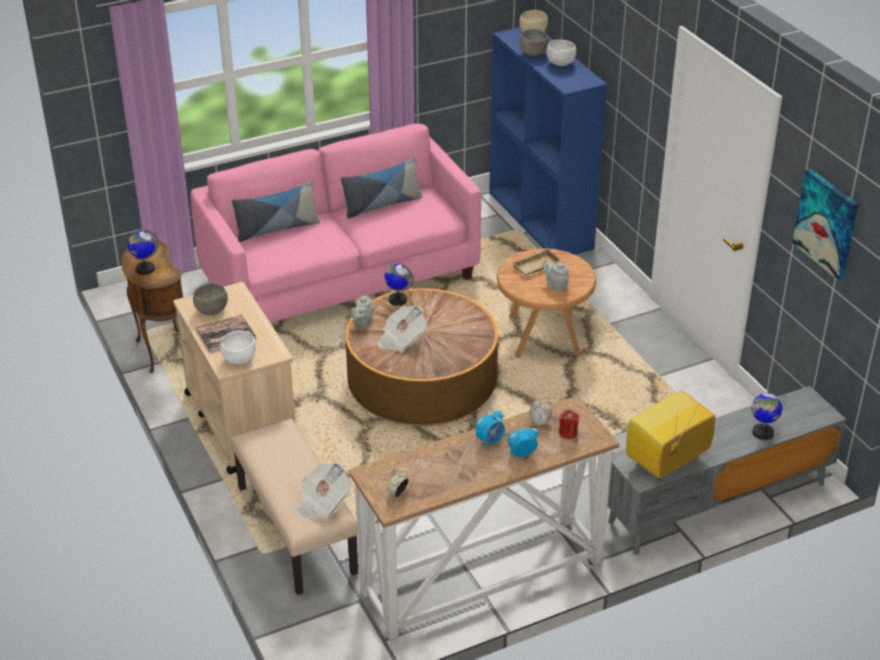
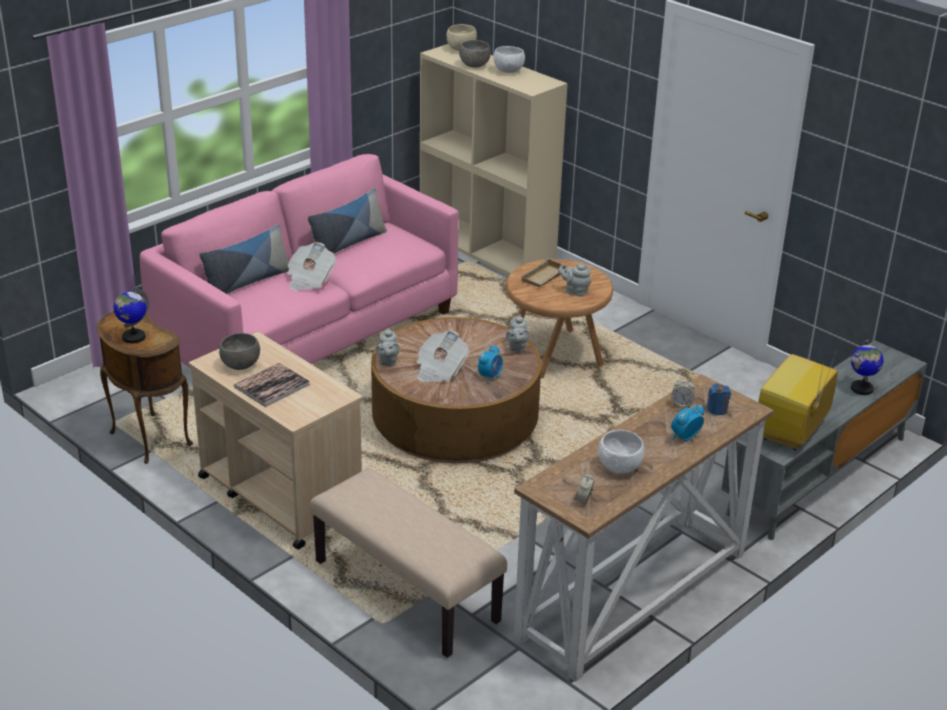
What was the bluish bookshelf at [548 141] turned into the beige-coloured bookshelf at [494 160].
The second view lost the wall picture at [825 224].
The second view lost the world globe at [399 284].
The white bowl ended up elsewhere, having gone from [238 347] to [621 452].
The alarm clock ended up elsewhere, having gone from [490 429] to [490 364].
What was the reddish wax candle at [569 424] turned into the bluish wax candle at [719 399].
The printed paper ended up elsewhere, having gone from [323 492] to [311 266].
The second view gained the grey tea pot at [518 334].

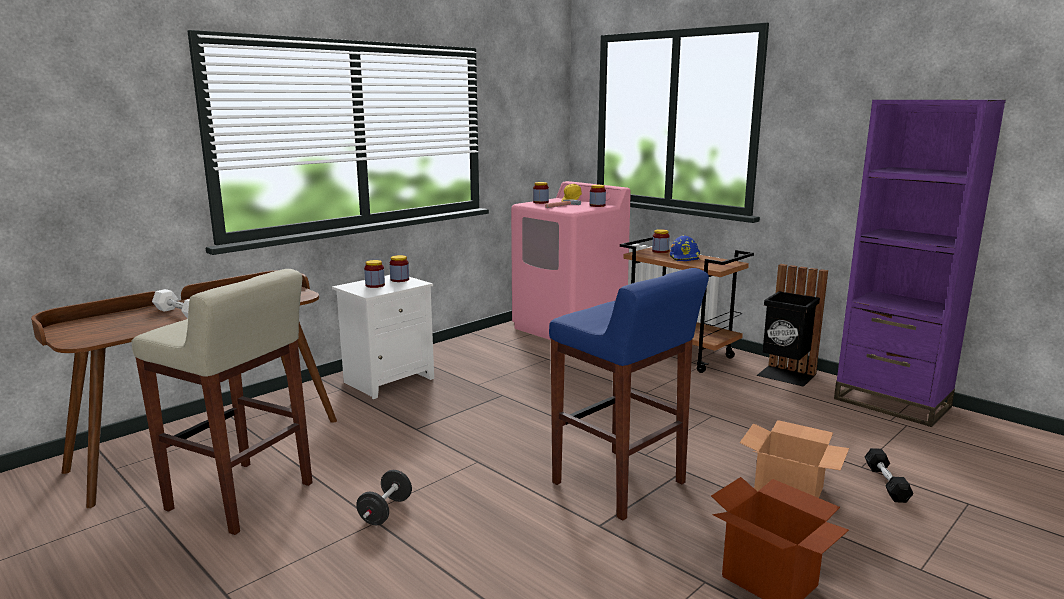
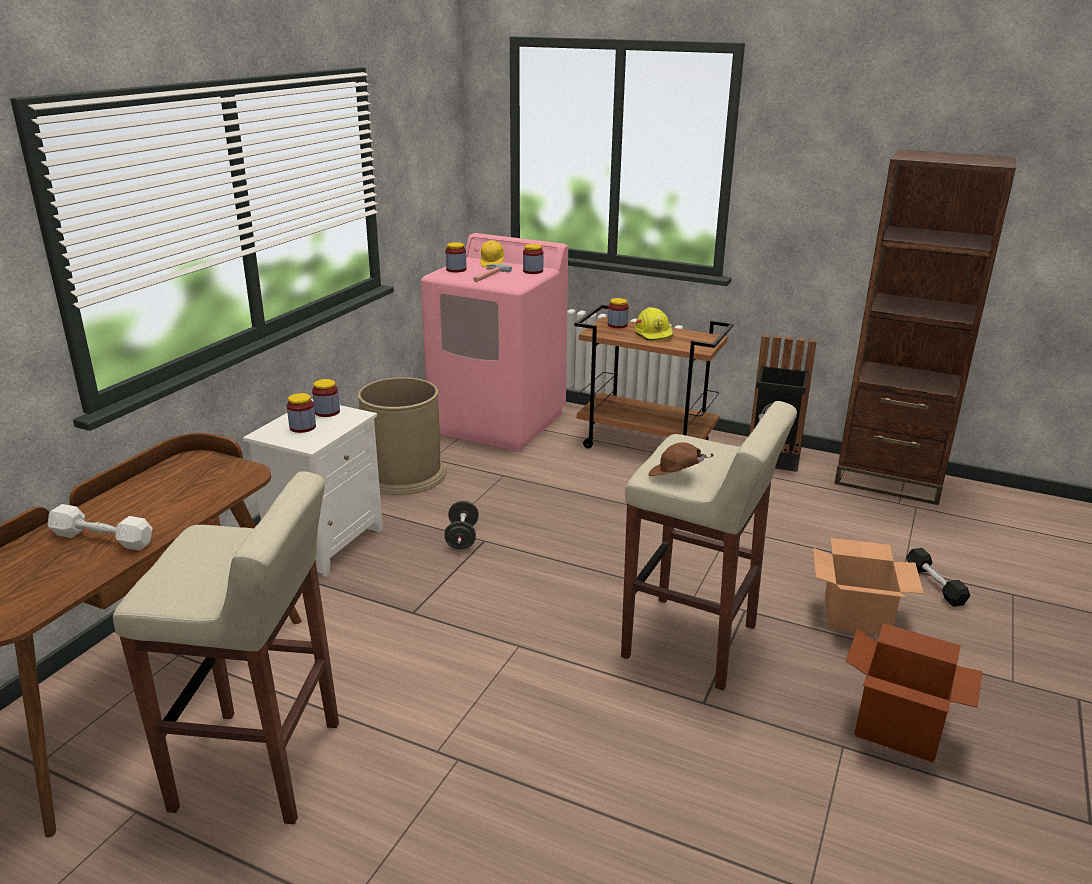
What was the purple-coloured bookshelf at [920 263] turned into the brownish bookshelf at [925 327].
What was the bluish work helmet at [685 248] turned into the yellowish work helmet at [654 324].
What was the bluish stool at [629 394] turned into the beige-coloured stool at [709 546].
The black-coloured dumbbell ended up elsewhere, having gone from [384 497] to [461 525].
The second view gained the brownish trash can at [402 436].
The second view gained the brownish cap at [681 459].

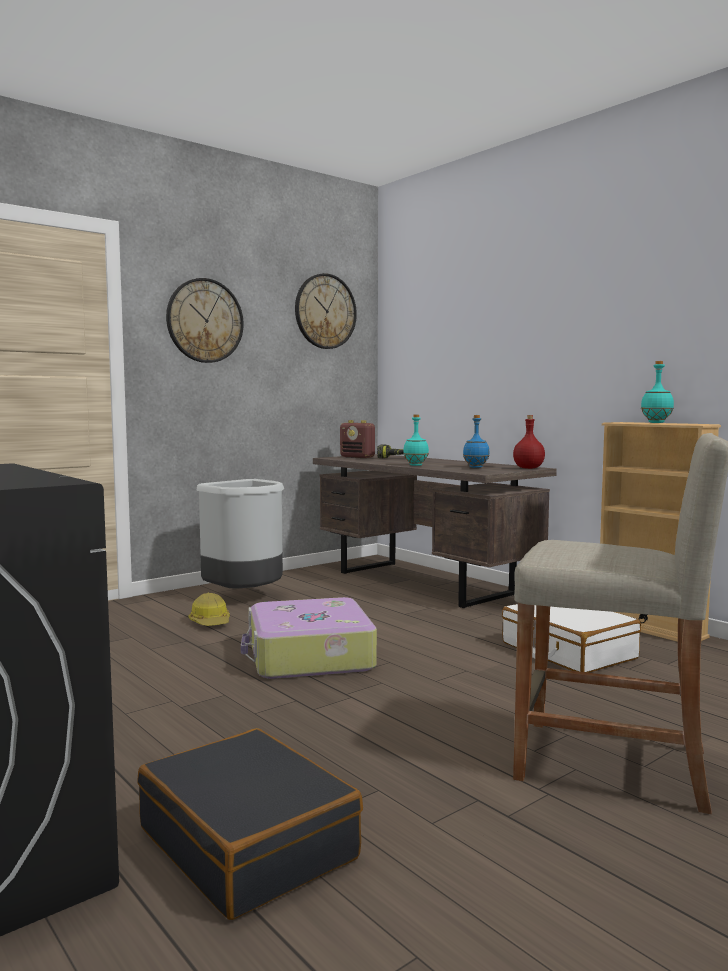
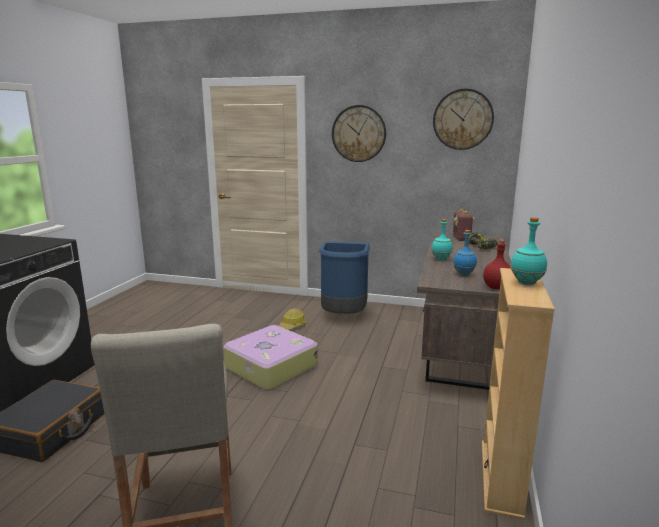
What was the grey trash can at [240 534] turned into the bluish trash can at [344 277].
The second view lost the white travel case at [571 638].

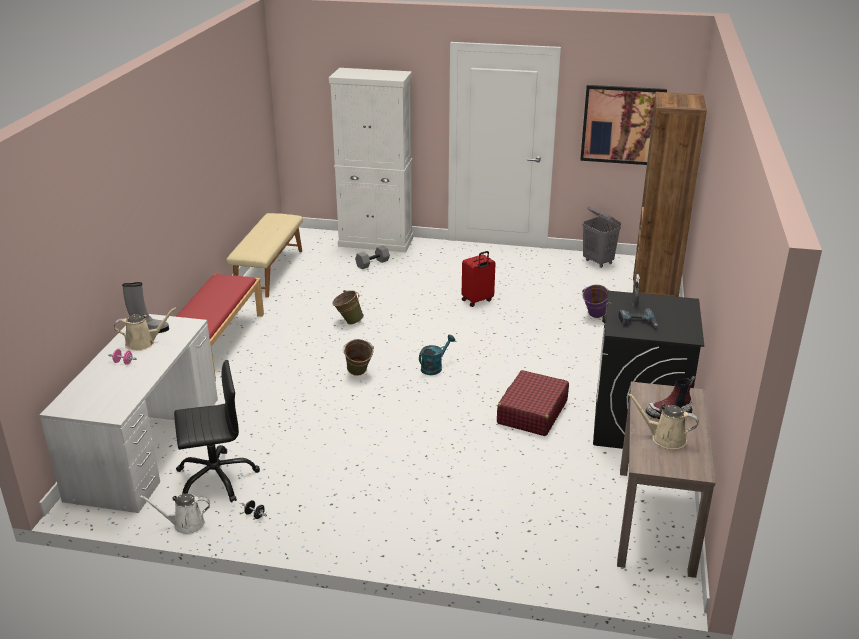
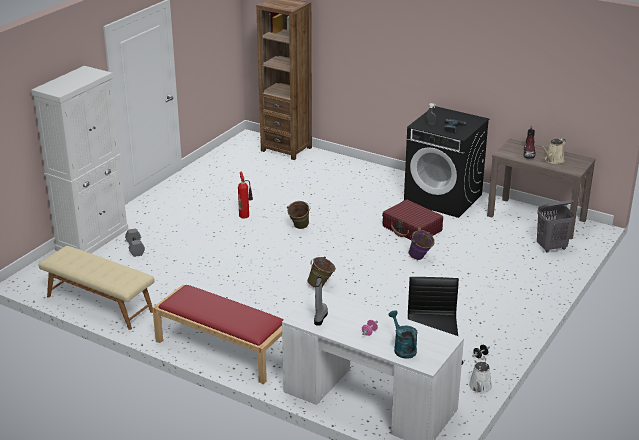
The second view lost the wall picture at [623 125].
The grey hamper ended up elsewhere, having gone from [601 237] to [556 226].
Where the reddish travel case stood at [479 279], the fire extinguisher came to stand at [245 195].
The purple-coloured bucket ended up elsewhere, having gone from [595 301] to [422 245].
The green bucket ended up elsewhere, having gone from [348 307] to [298 215].
The second view lost the beige-coloured watering can at [145 329].
The blue-green watering can ended up elsewhere, having gone from [437 355] to [403 334].

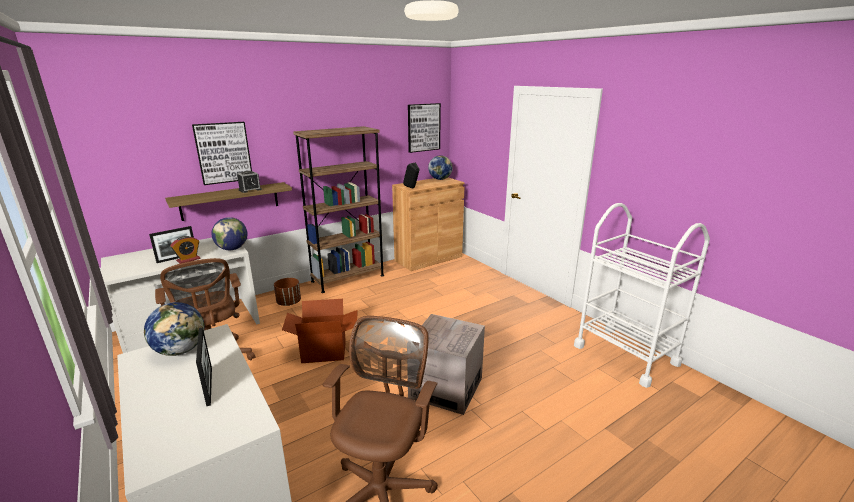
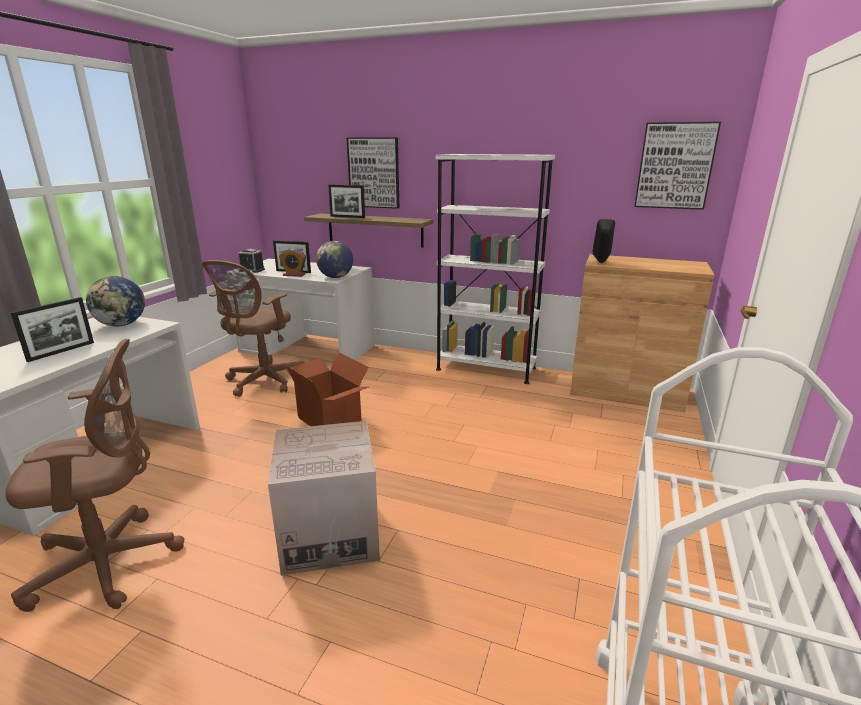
What was the brownish bookshelf at [338 209] turned into the white bookshelf at [495 269].
The second view lost the world globe at [440 167].
The alarm clock ended up elsewhere, having gone from [249 182] to [251 261].
The second view lost the brownish planter at [287 292].
The second view gained the standing frame at [346 201].

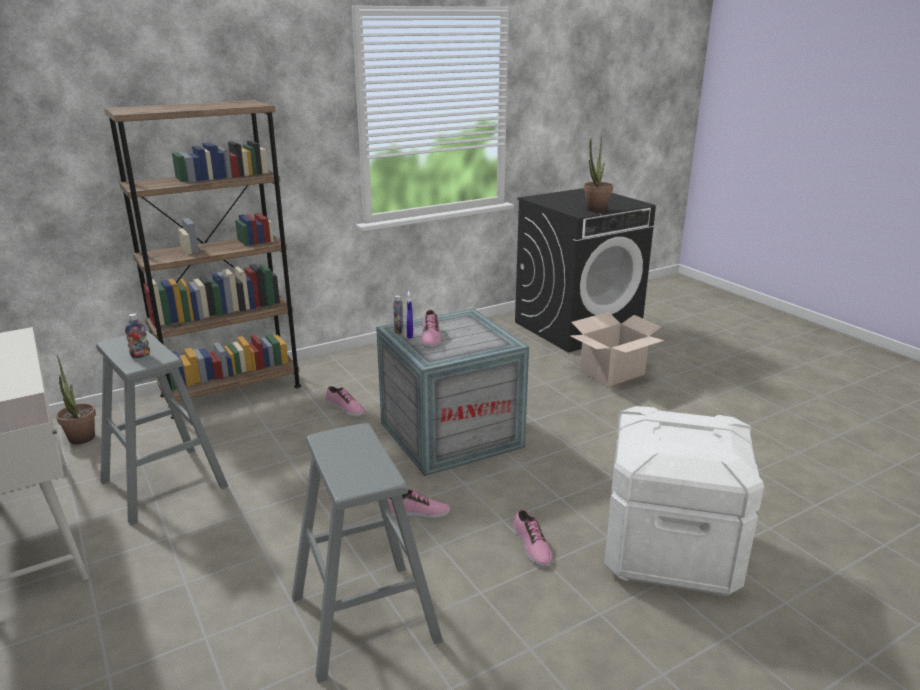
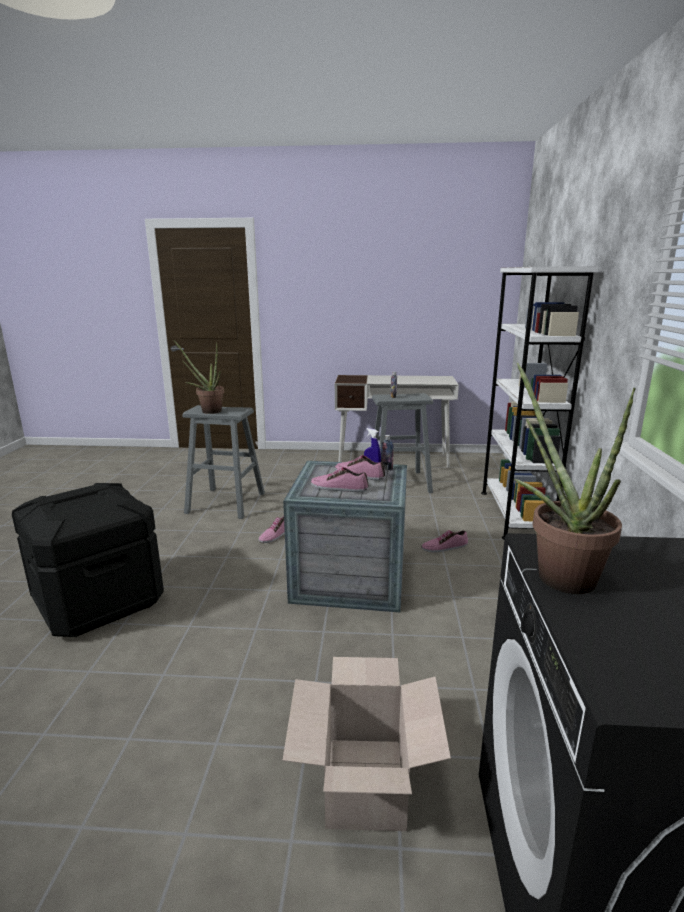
What was the brownish bookshelf at [202 259] turned into the white bookshelf at [539 402].
The plant in a pot ended up elsewhere, having gone from [76 399] to [199 377].
What was the white storage box at [684 501] turned into the black-coloured storage box at [88 560].
The item of footwear ended up elsewhere, having gone from [532 538] to [340 479].

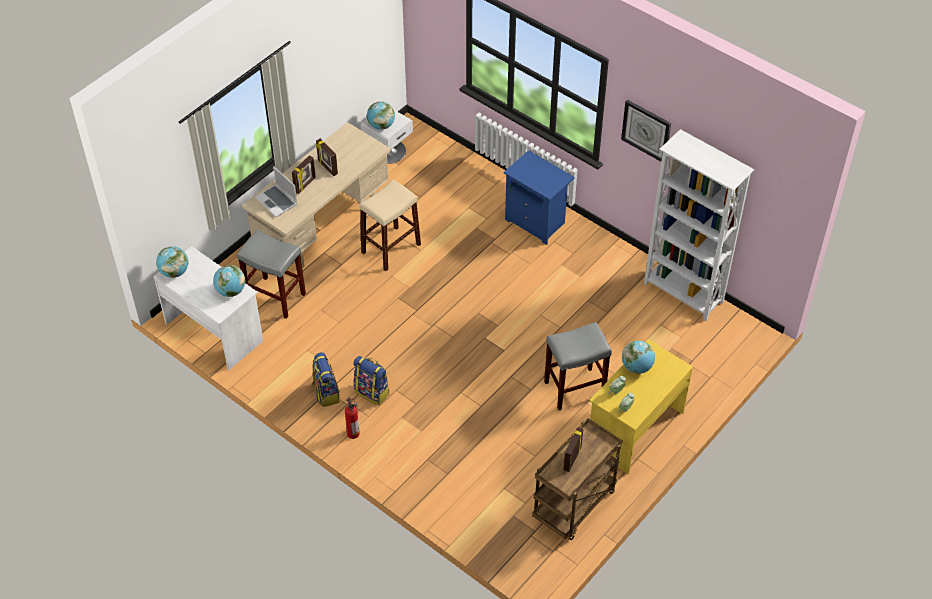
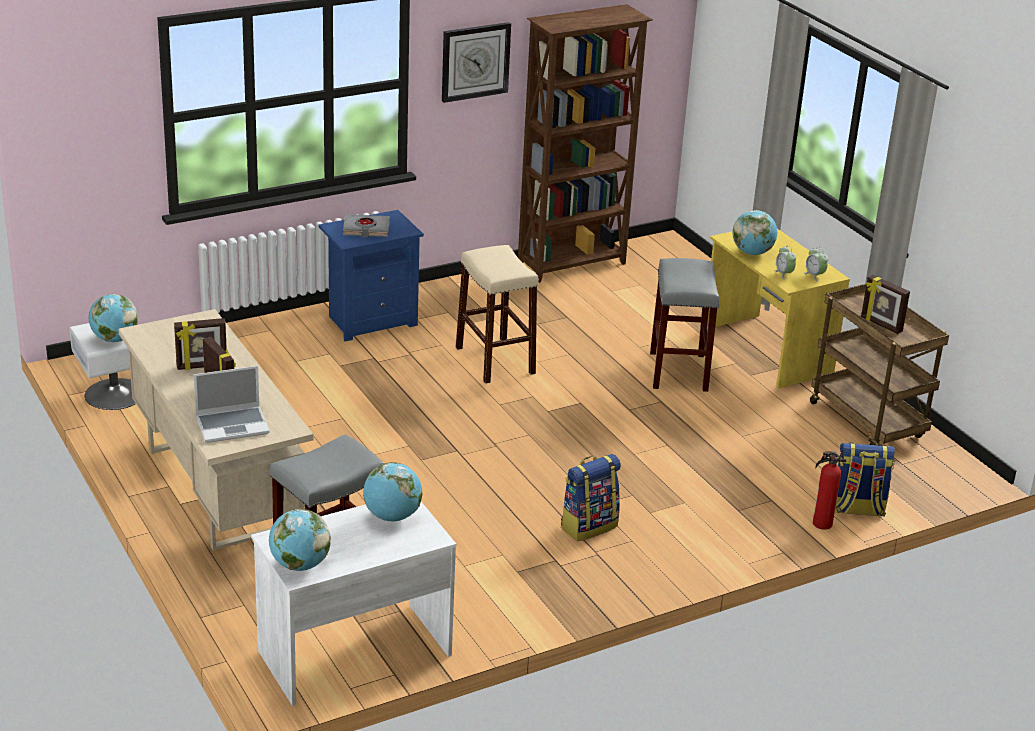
What was the white bookshelf at [699 225] turned into the brownish bookshelf at [585 143].
The beige-coloured stool ended up elsewhere, having gone from [390 225] to [497 314].
The backpack ended up elsewhere, having gone from [326 379] to [865 480].
The fire extinguisher ended up elsewhere, having gone from [352 418] to [830 490].
The second view gained the grey bound book at [366 225].

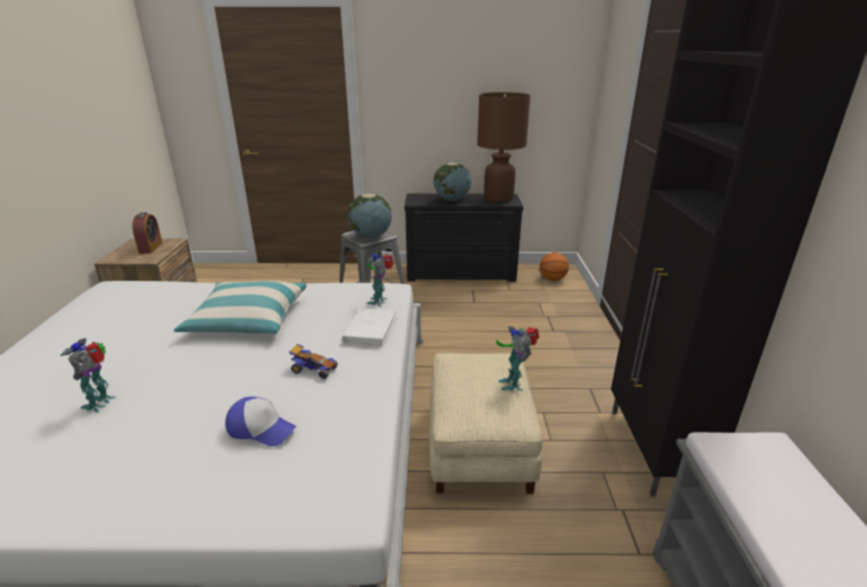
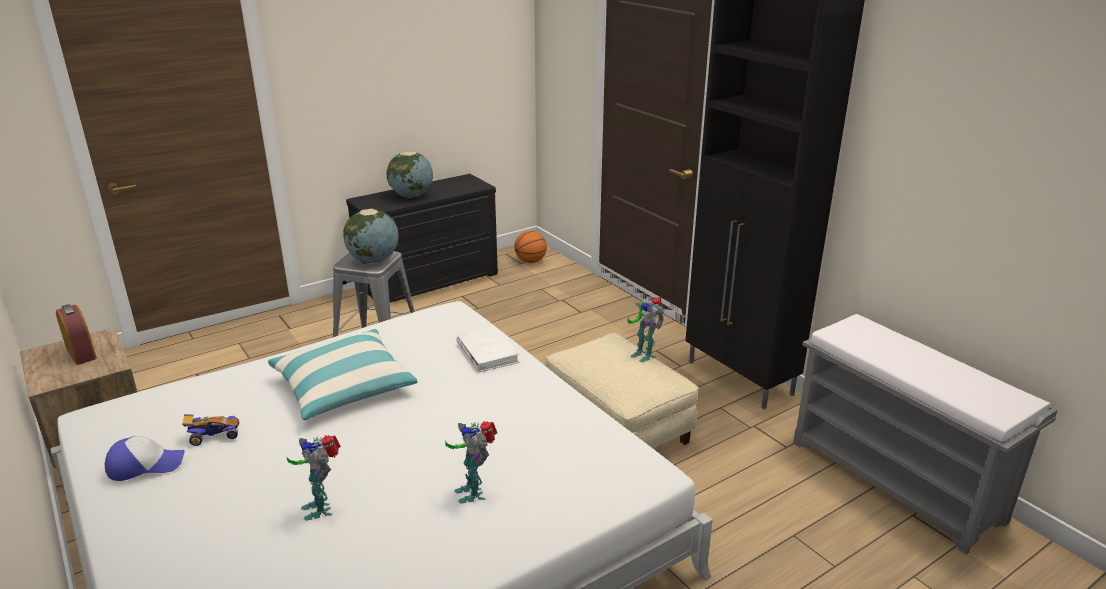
The second view lost the brownish lamp for a table at [504 147].
The toy robot ended up elsewhere, having gone from [380 279] to [471 462].
The model car ended up elsewhere, having gone from [313 361] to [210 430].
The cap ended up elsewhere, having gone from [260 421] to [145 458].

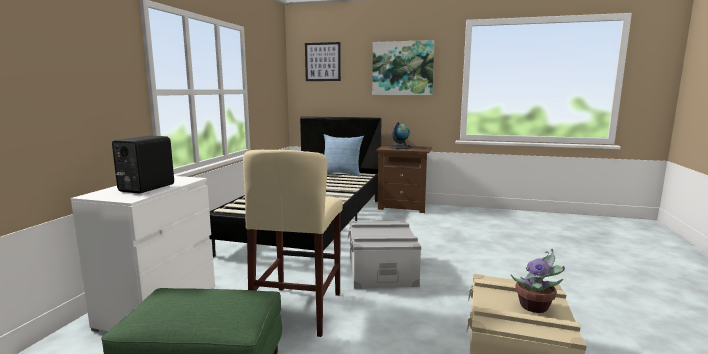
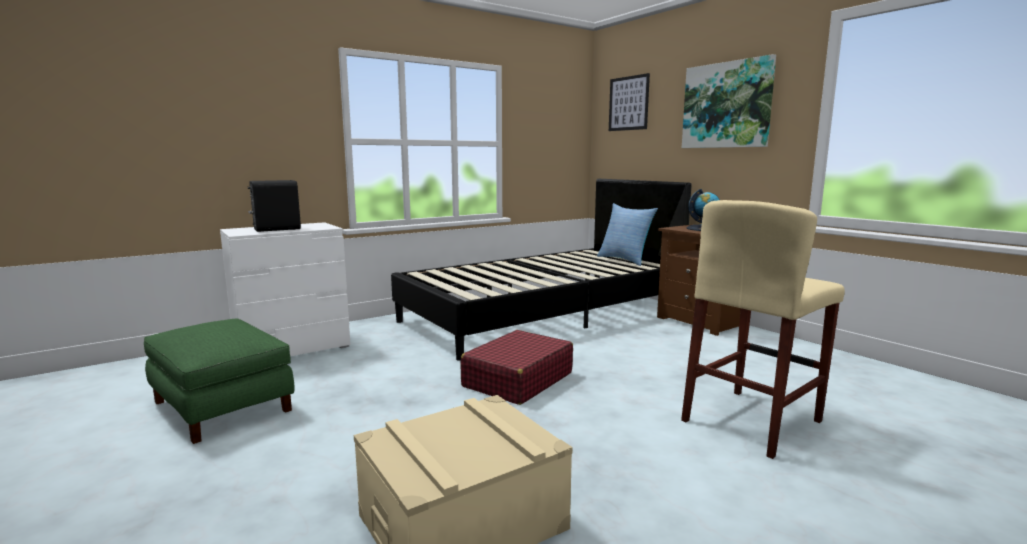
The beige-coloured stool ended up elsewhere, having gone from [293 243] to [763 329].
Where the grey storage box stood at [384 255], the reddish travel case came to stand at [516 367].
The second view lost the plant in a pot at [538 280].

